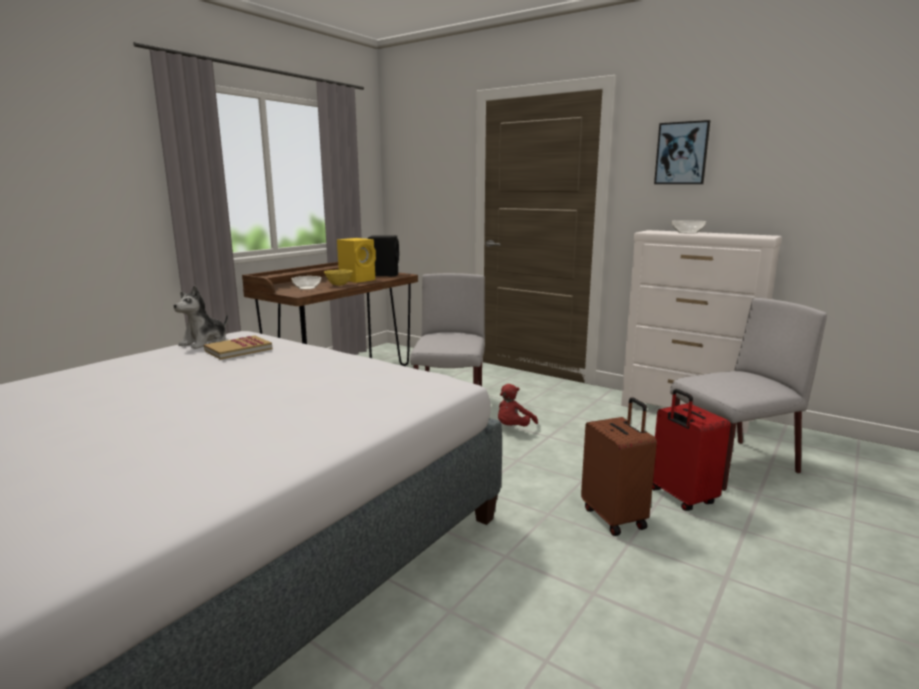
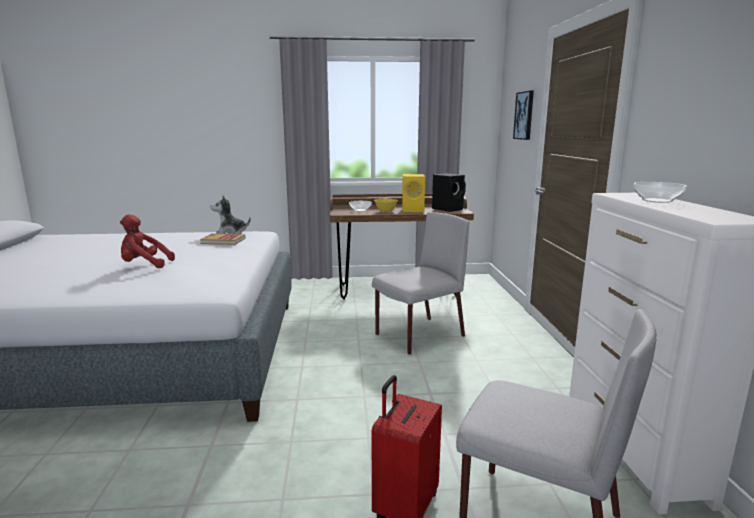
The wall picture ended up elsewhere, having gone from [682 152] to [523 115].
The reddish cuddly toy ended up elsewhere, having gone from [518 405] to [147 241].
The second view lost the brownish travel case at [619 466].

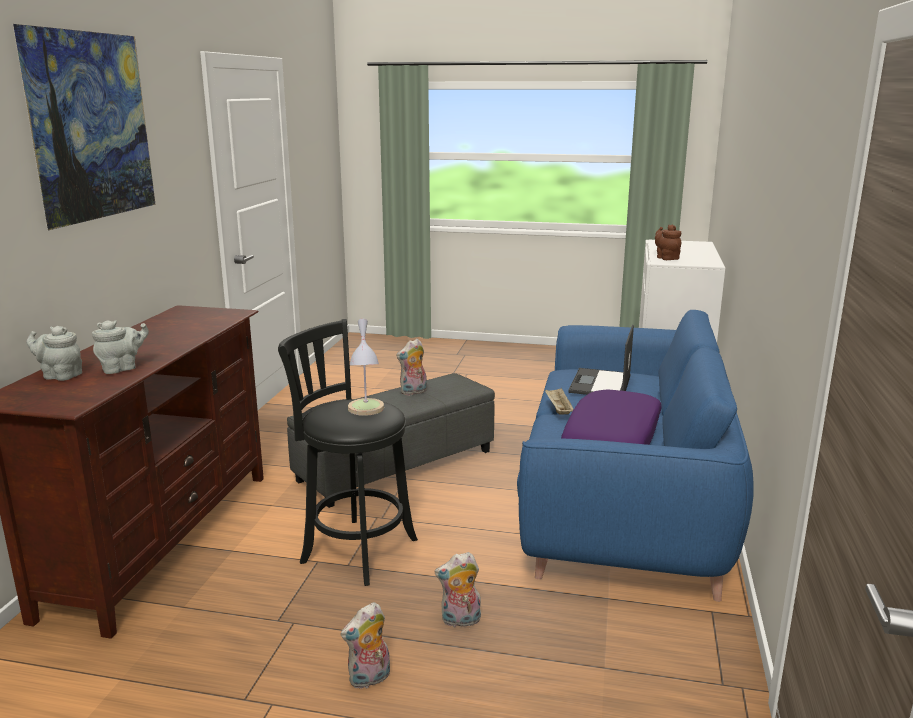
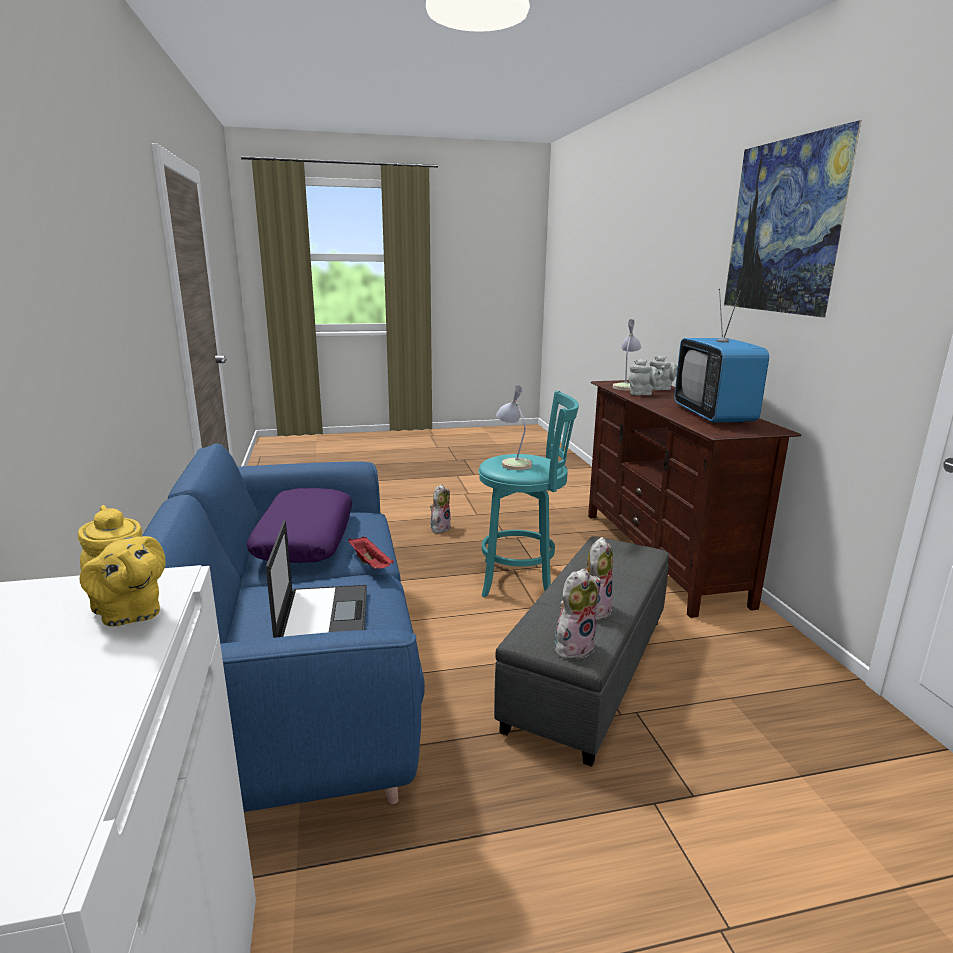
What was the brownish tea pot at [668 242] turned into the yellowish tea pot at [121 566].
What was the black-coloured stool at [348 452] turned into the blue-green stool at [528 494].
The grey tea pot at [120 347] ended up facing another way, 120 degrees counterclockwise from before.
What was the beige-coloured tray at [559 401] turned into the reddish tray at [371 552].
The cuddly toy ended up elsewhere, having gone from [458 589] to [578 613].
The second view gained the television at [721 356].
The second view gained the lamp for a table at [626 355].

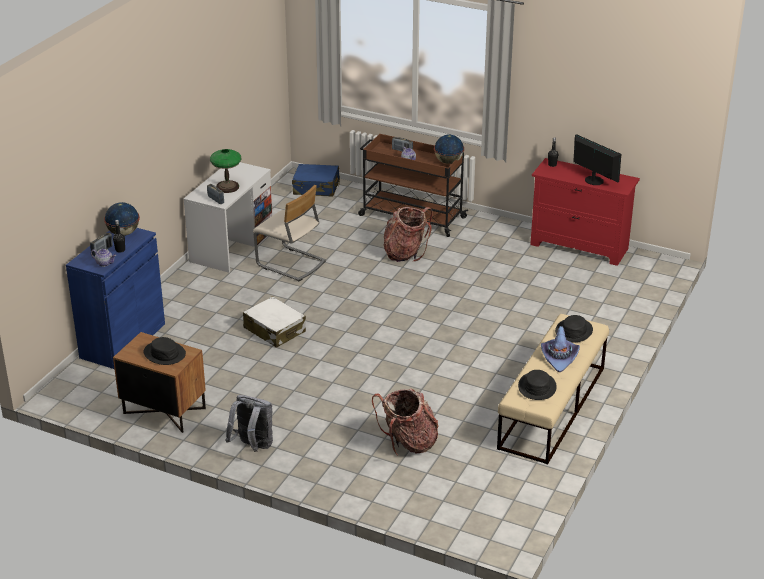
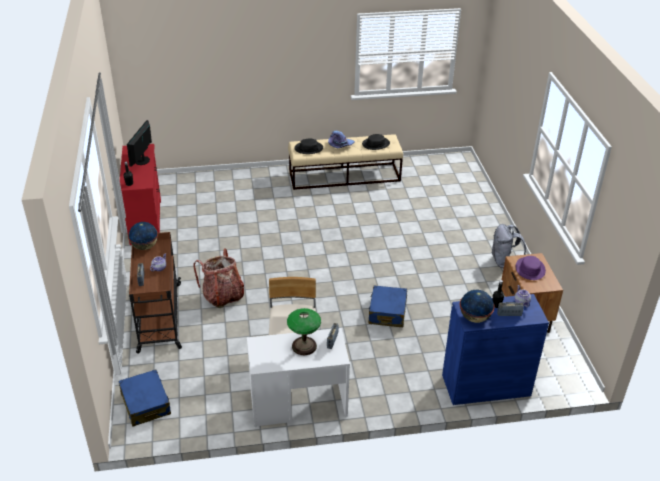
What was the white travel case at [274 322] turned into the bluish travel case at [387 306].
What was the black-coloured hat at [164 351] turned into the purple-coloured hat at [531 268].
The second view lost the backpack at [405 422].

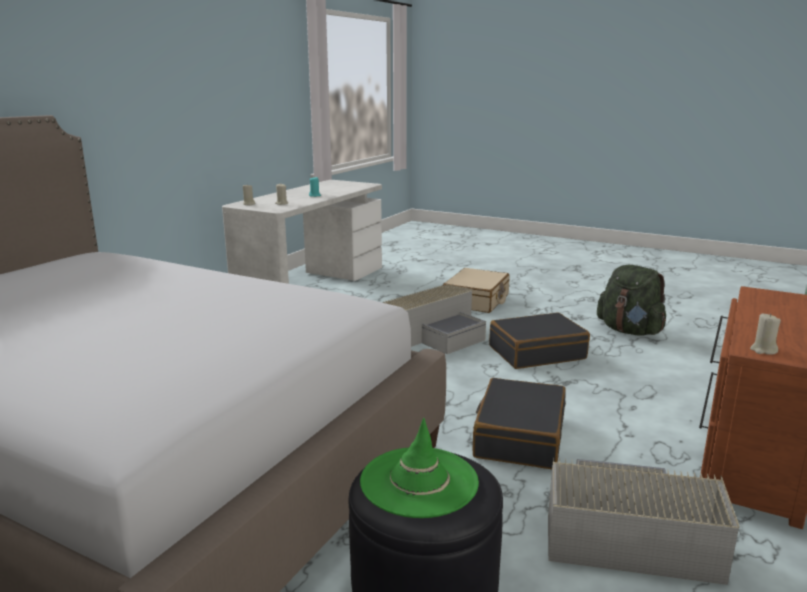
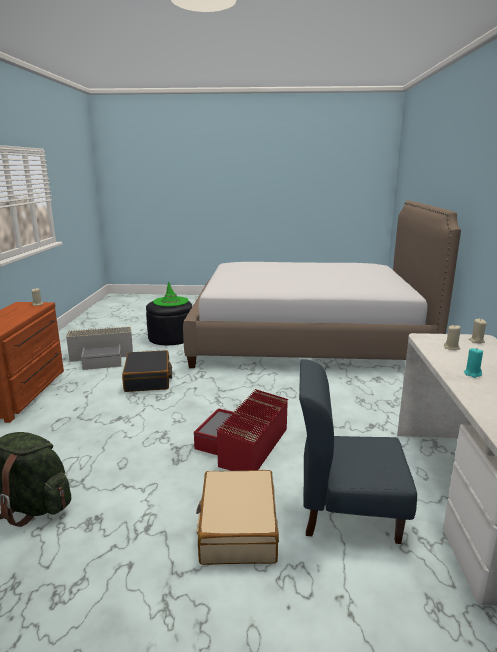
What was the grey storage box at [434 319] turned into the reddish storage box at [241 430].
The second view lost the black-coloured travel case at [539 340].
The second view gained the bluish upright chair at [358 451].

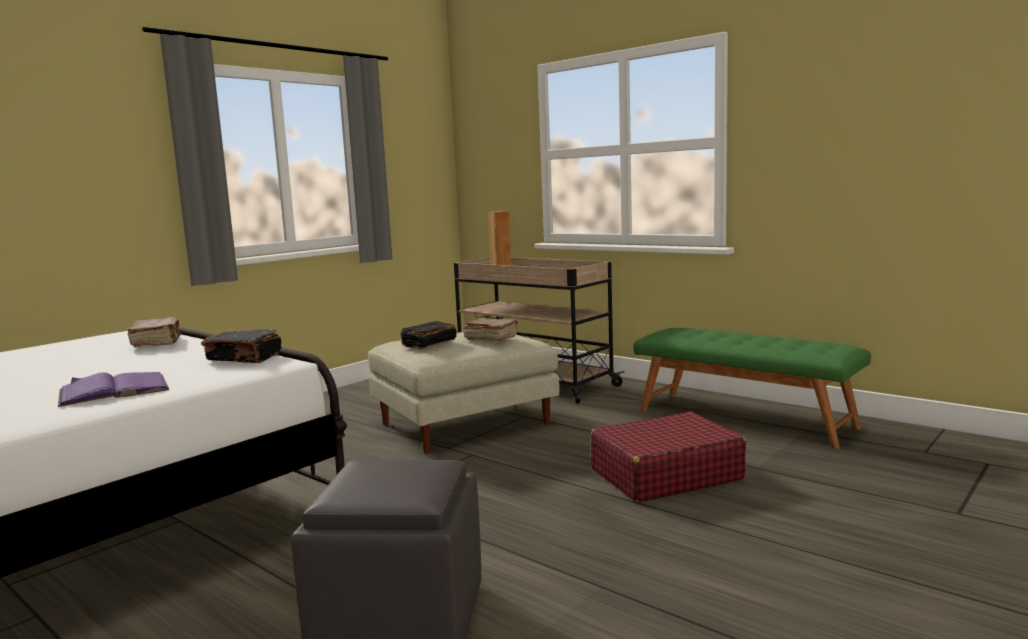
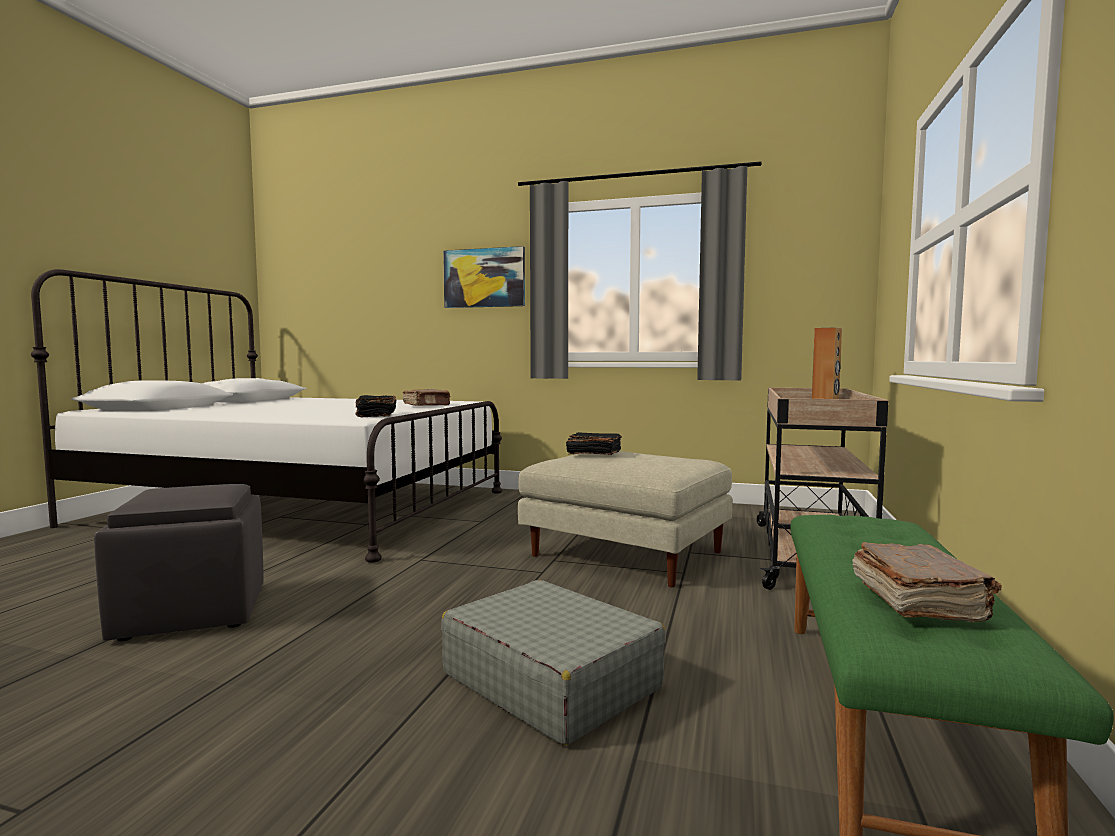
The brownish bound book ended up elsewhere, having gone from [490 329] to [927 582].
The second view lost the purple-coloured bound book at [113 389].
What was the reddish travel case at [668 457] turned into the grey travel case at [553 662].
The second view gained the wall picture at [484 277].

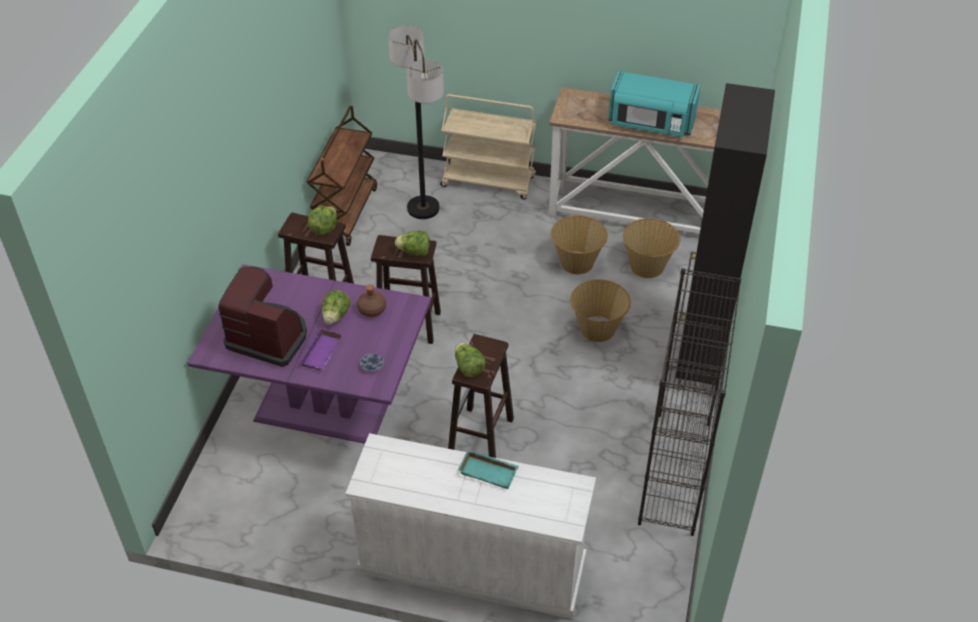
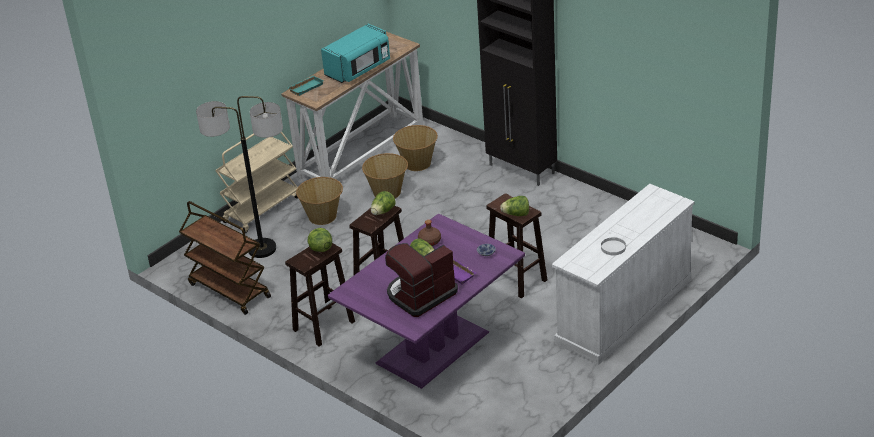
The second view lost the black-coloured bookshelf at [689 402].
The household basket ended up elsewhere, having gone from [600 310] to [319 201].
The blue-green tray ended up elsewhere, having gone from [488 469] to [305 85].
The second view gained the white dinner plate at [613 246].

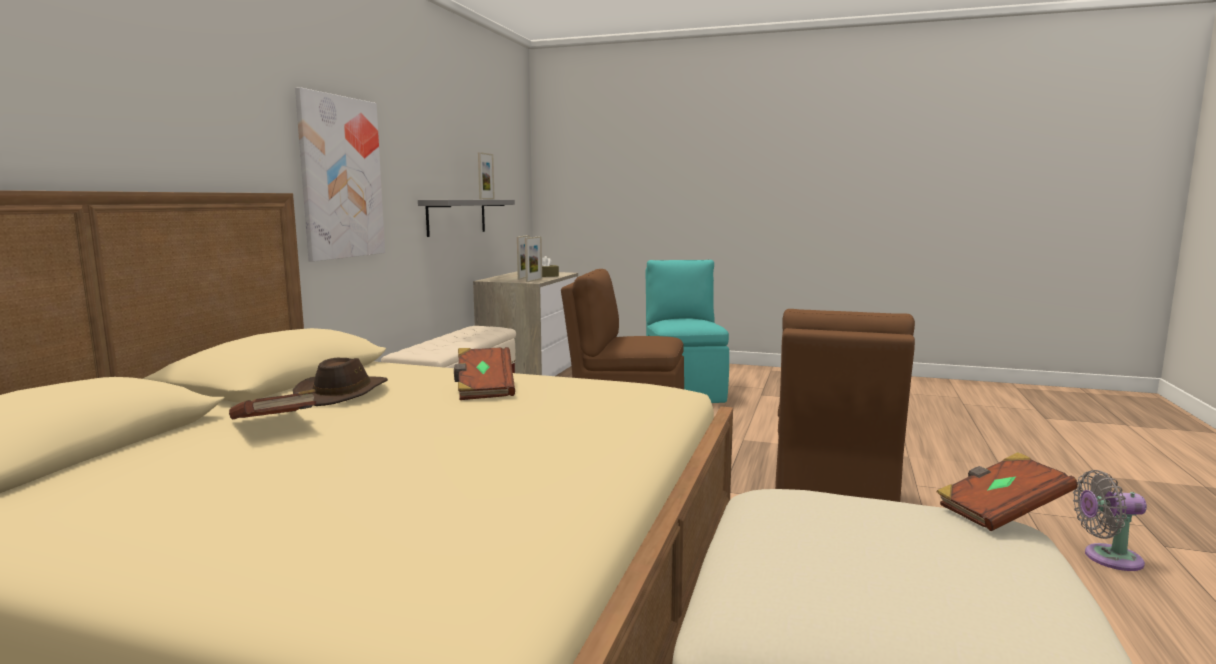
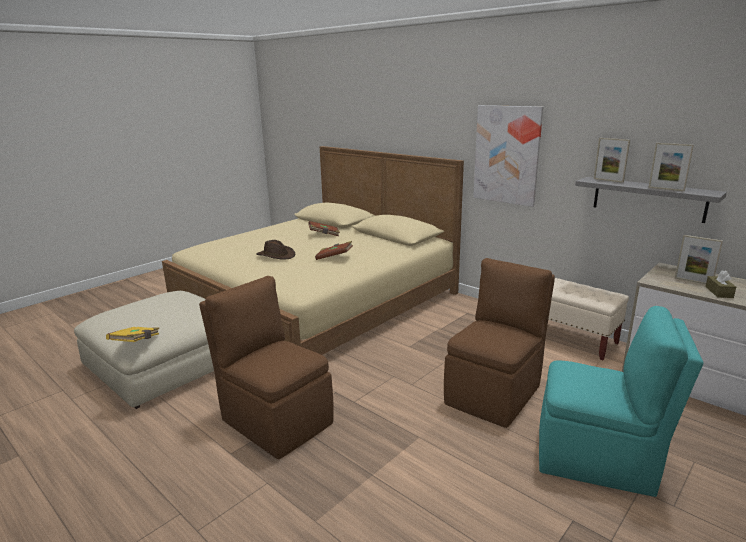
The standing frame ended up elsewhere, having gone from [533 259] to [612 160].
The brownish hat ended up elsewhere, having gone from [340 382] to [275 250].
What was the brownish bound book at [1006 491] turned into the yellowish bound book at [132 334].
The second view lost the grey cooling fan at [1110 520].

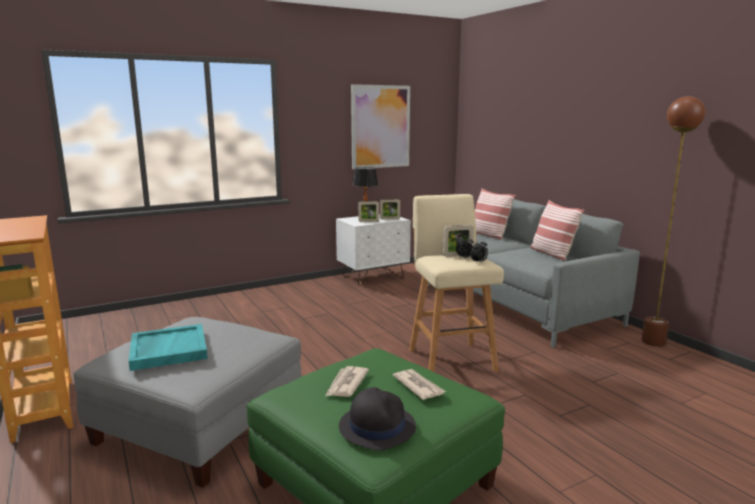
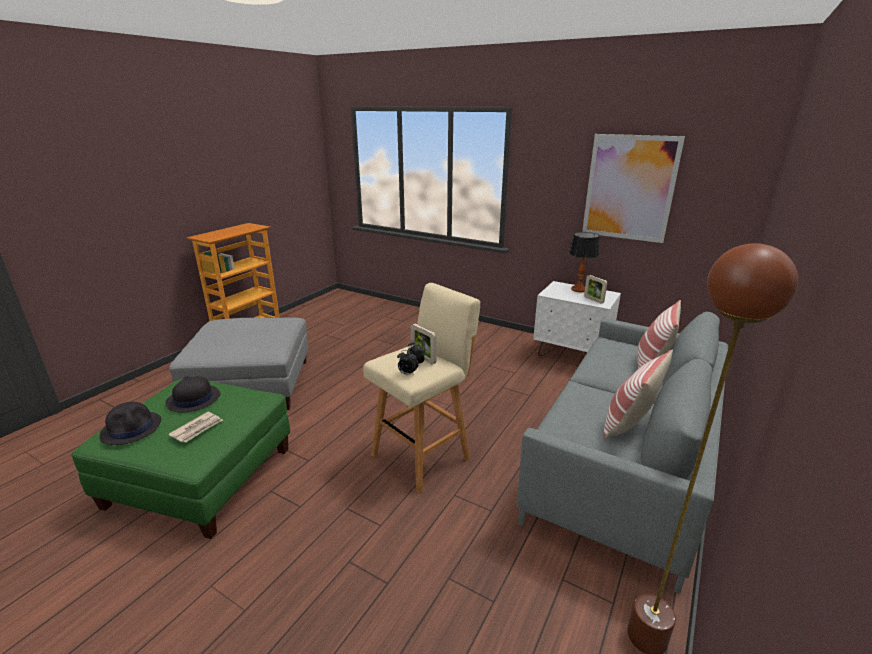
The second view lost the standing frame at [368 211].
The second view lost the blue-green tray at [168 347].
Where the printed paper stood at [347 381], the black-coloured hat came to stand at [193 394].

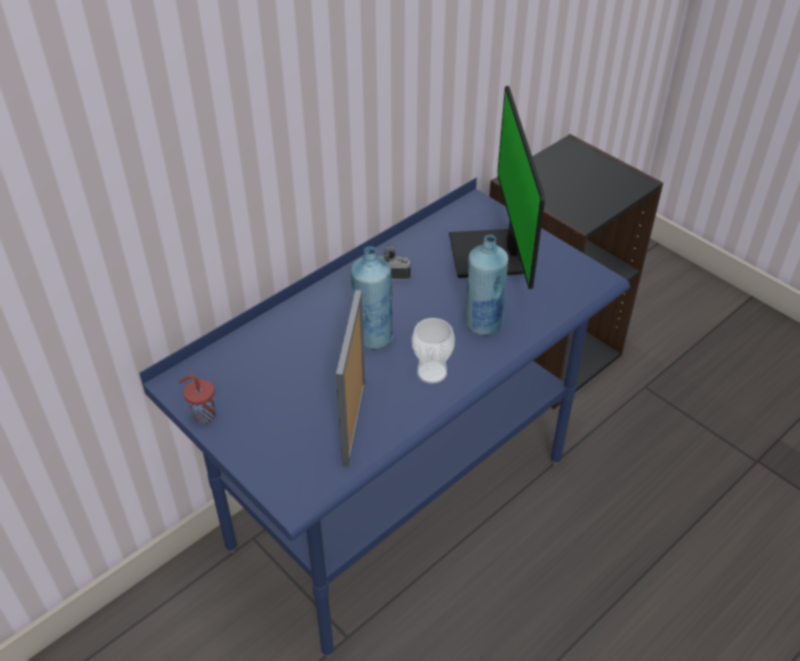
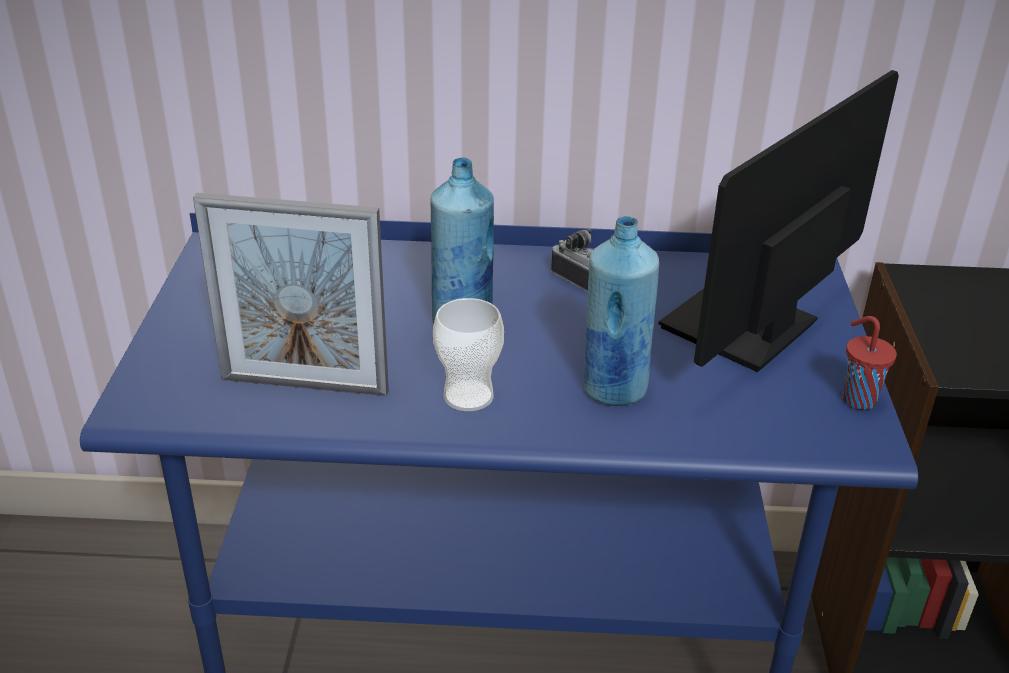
The standing frame at [350 378] ended up facing another way, 135 degrees counterclockwise from before.
The reddish drinking cup ended up elsewhere, having gone from [197 399] to [870 363].

